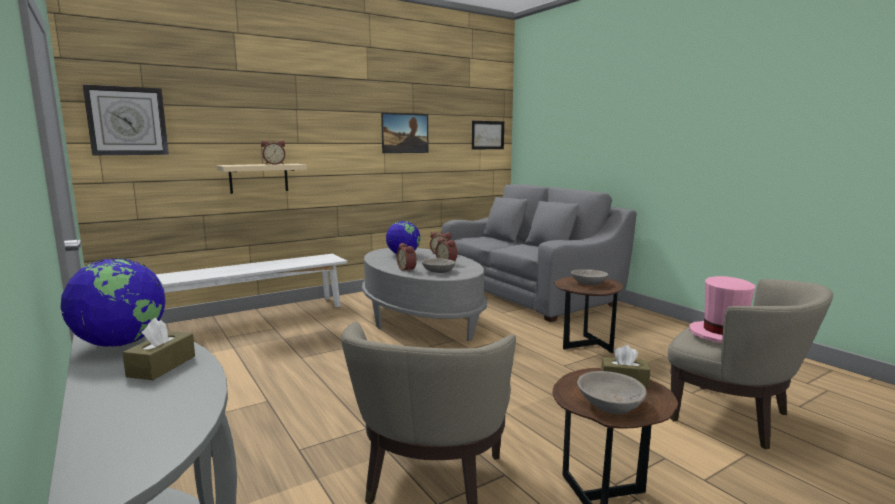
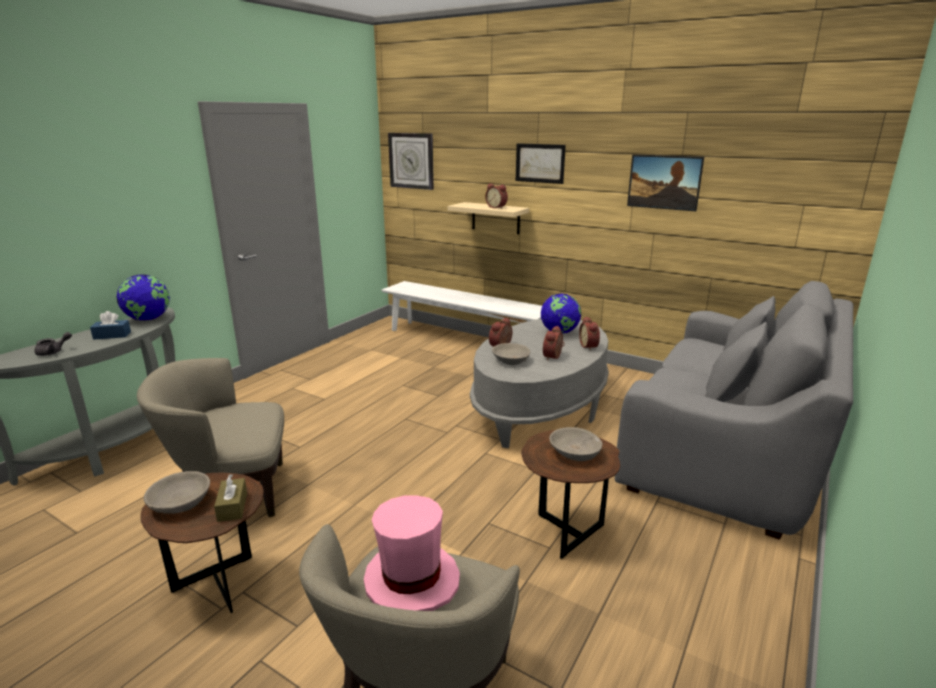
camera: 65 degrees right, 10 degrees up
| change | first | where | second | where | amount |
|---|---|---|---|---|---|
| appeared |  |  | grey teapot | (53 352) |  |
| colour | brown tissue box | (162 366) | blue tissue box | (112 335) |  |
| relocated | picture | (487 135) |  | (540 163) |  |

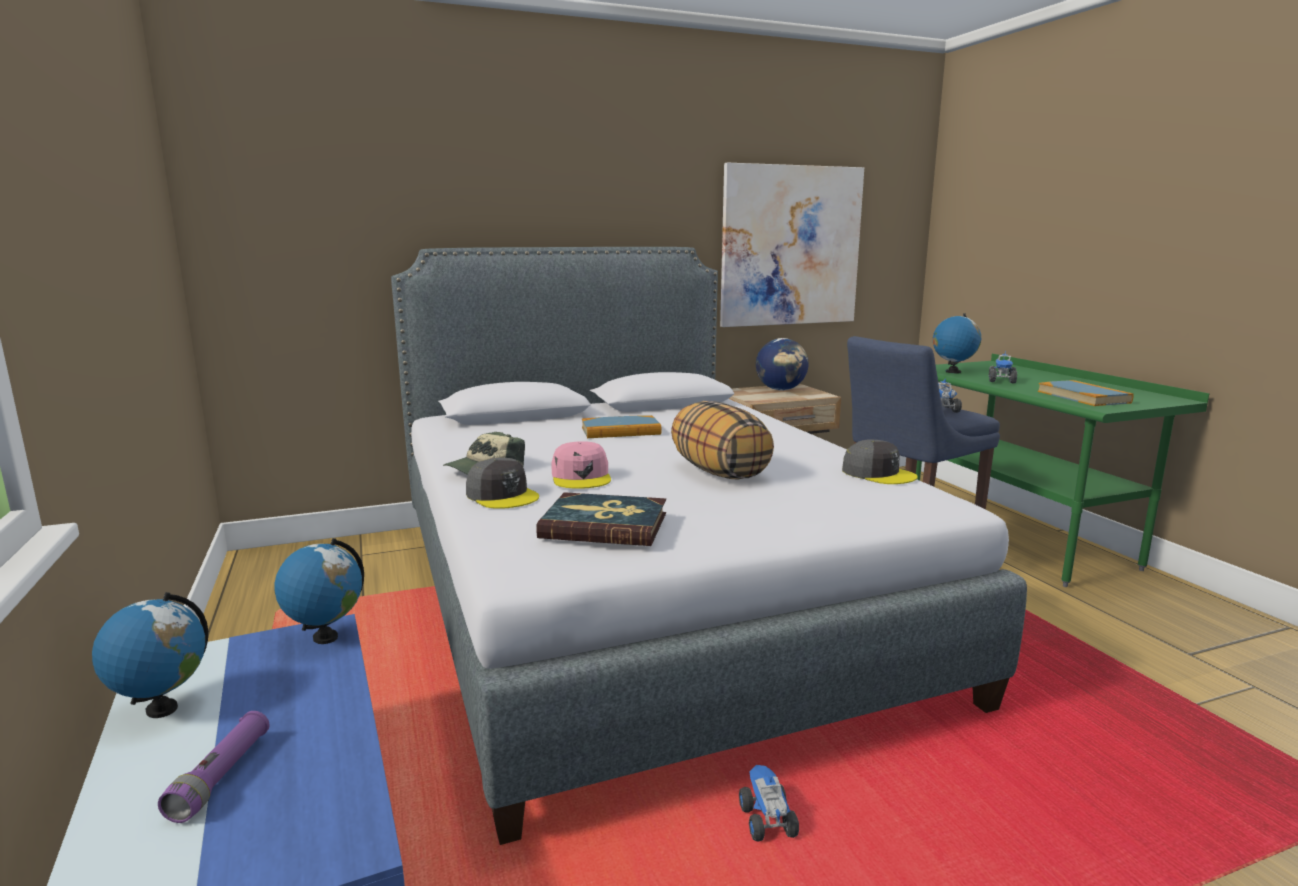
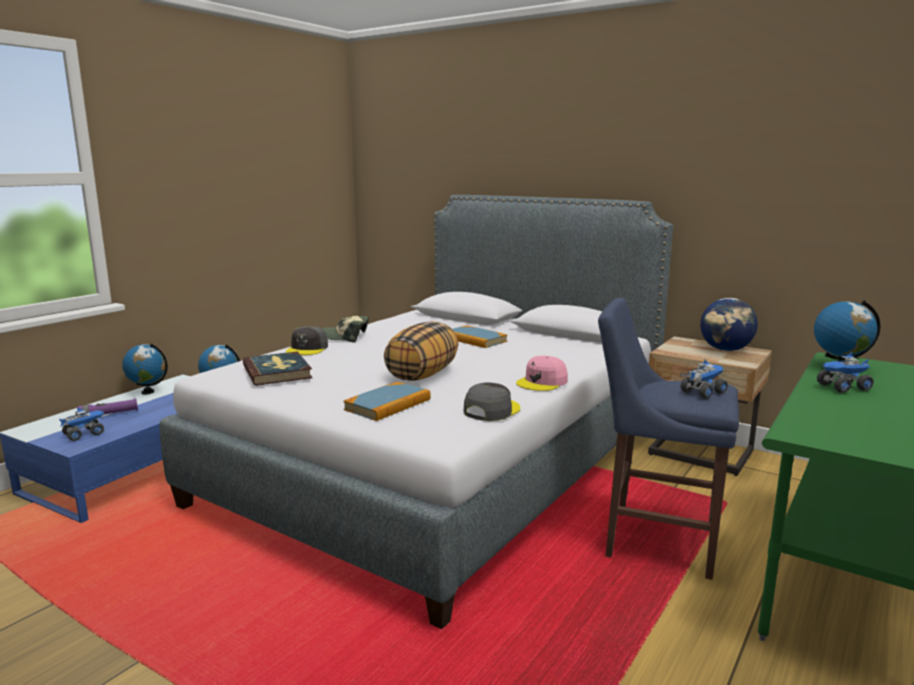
camera: 55 degrees right, 0 degrees up
| change | first | where | second | where | amount |
|---|---|---|---|---|---|
| relocated | toy truck | (766 820) |  | (84 434) |  |
| relocated | book | (1083 397) |  | (388 404) |  |
| spun | grey cap | (878 473) |  | (491 410) | 150 degrees counterclockwise |
| relocated | pink cap | (581 477) |  | (542 382) |  |
| missing | picture | (790 246) |  |  |  |

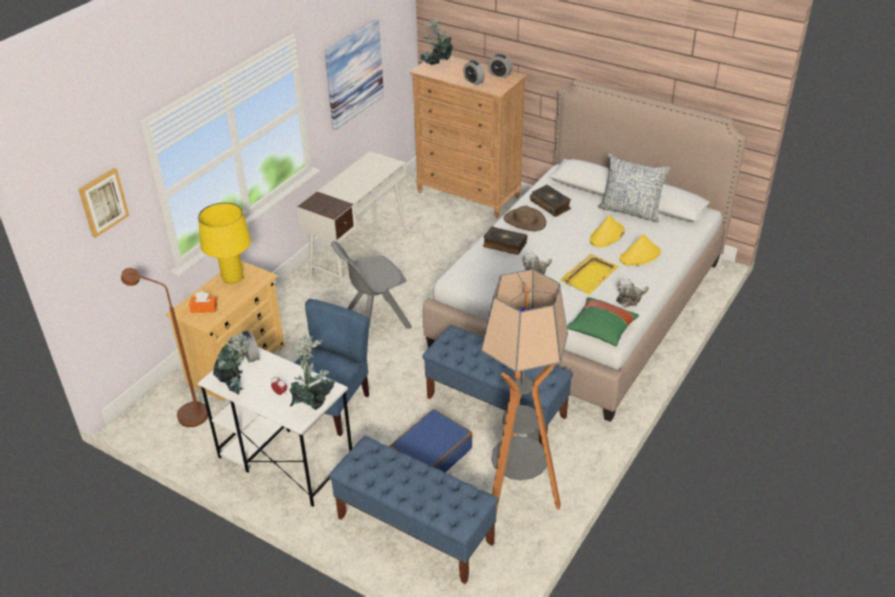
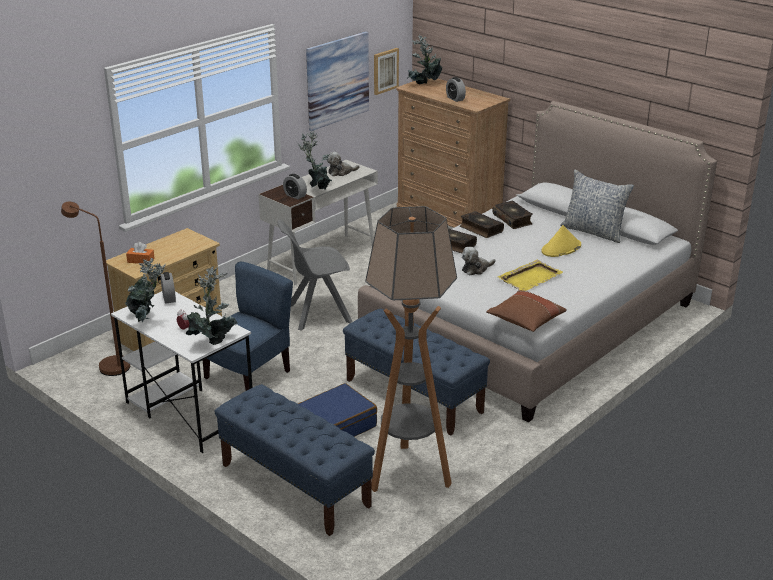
camera: 10 degrees right, 10 degrees down
| change | first | where | second | where | amount |
|---|---|---|---|---|---|
| relocated | alarm clock | (500 75) |  | (295 196) |  |
| appeared |  |  | potted plant | (317 188) |  |
| relocated | plush toy | (630 298) |  | (341 172) |  |
| relocated | picture | (103 202) |  | (385 71) |  |
| exchanged | brown hat | (524 221) | book | (480 229) |  |
| colour | green pillow | (601 330) | brown pillow | (525 321) |  |
| missing | yellow table lamp | (232 278) |  |  |  |
| missing | yellow hat | (640 256) |  |  |  |

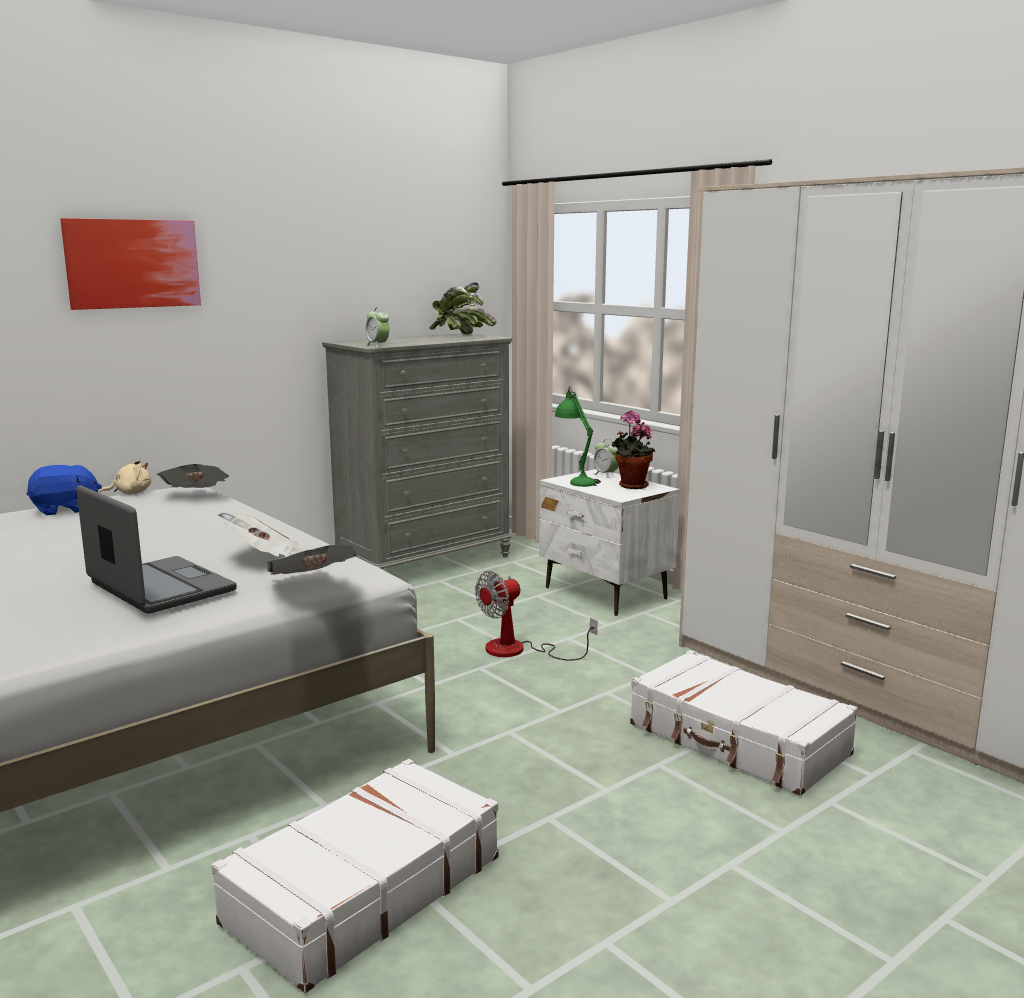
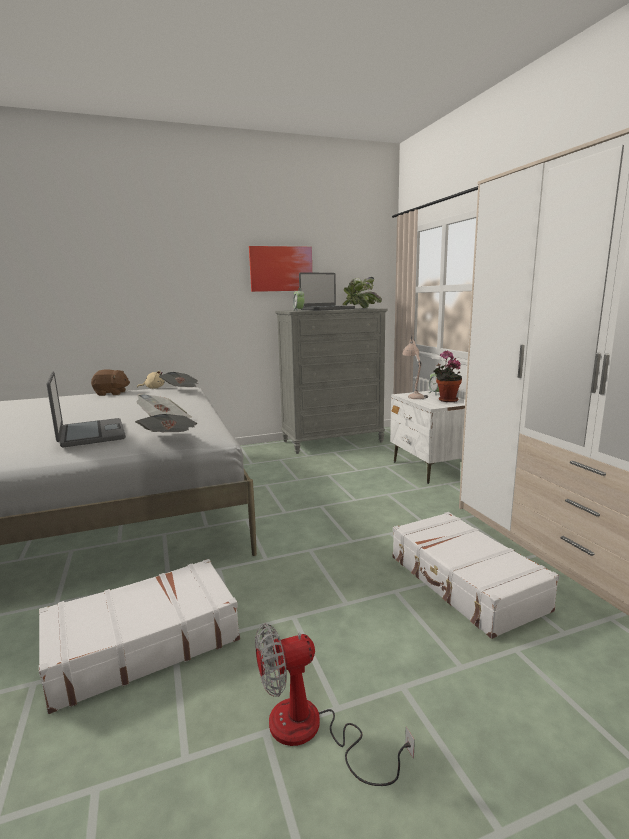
camera: 20 degrees right, 0 degrees up
| change | first | where | second | where | amount |
|---|---|---|---|---|---|
| colour | blue plush toy | (65 509) | brown plush toy | (111 393) |  |
| relocated | picture | (132 263) |  | (281 269) |  |
| relocated | fan | (519 650) |  | (311 732) |  |
| appeared |  |  | laptop | (327 309) |  |
| colour | green table lamp | (576 480) | beige table lamp | (413 395) |  |

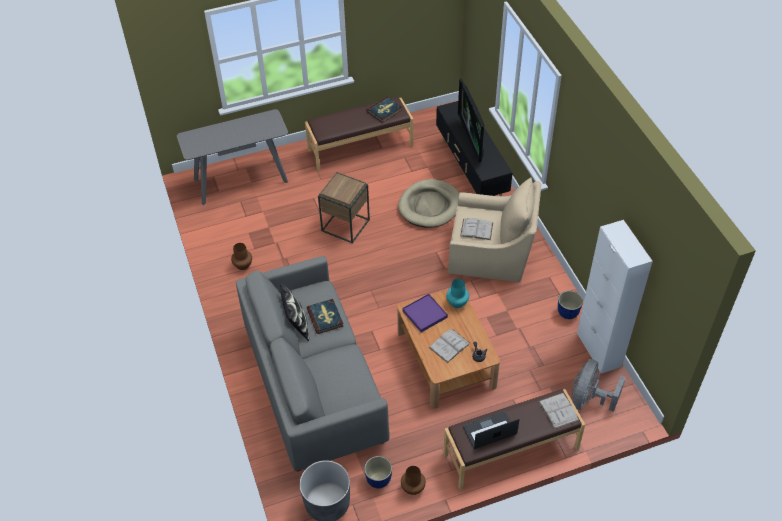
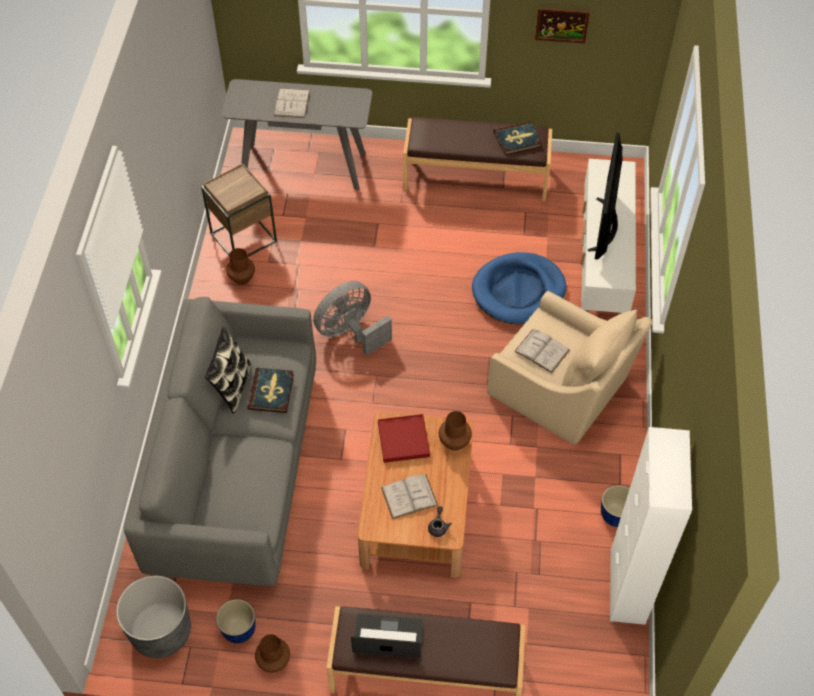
camera: 25 degrees right, 5 degrees up
| change | first | where | second | where | amount |
|---|---|---|---|---|---|
| relocated | brown side table | (345 225) |  | (243 237) |  |
| relocated | white book | (558 411) |  | (292 103) |  |
| relocated | grey fan | (588 399) |  | (350 332) |  |
| colour | purple tray | (424 314) | red tray | (403 440) |  |
| colour | turquoise vase | (456 303) | brown vase | (454 442) |  |
| colour | beige dog bed | (429 206) | blue dog bed | (518 291) |  |
| appeared |  |  | picture | (561 25) |  |
| colour | black tv stand | (471 171) | white tv stand | (602 264) |  |

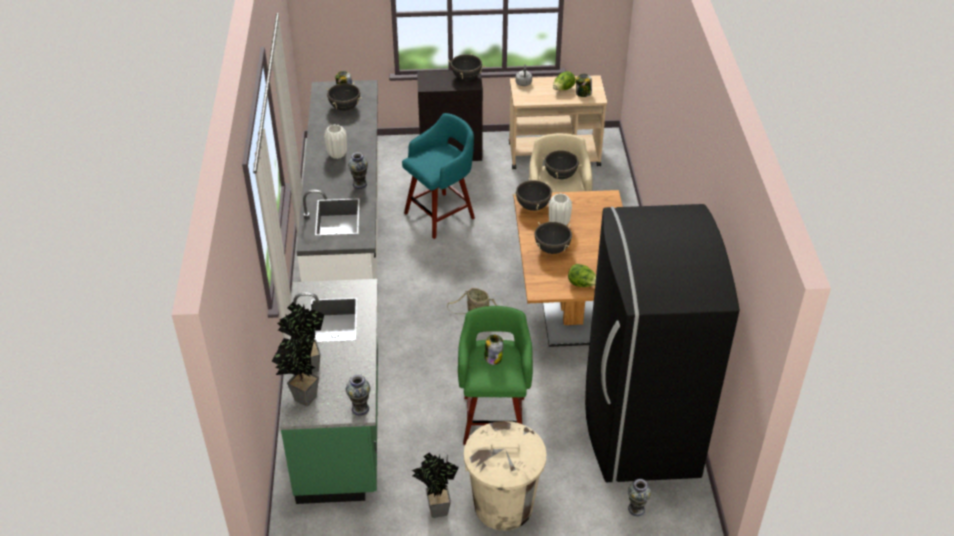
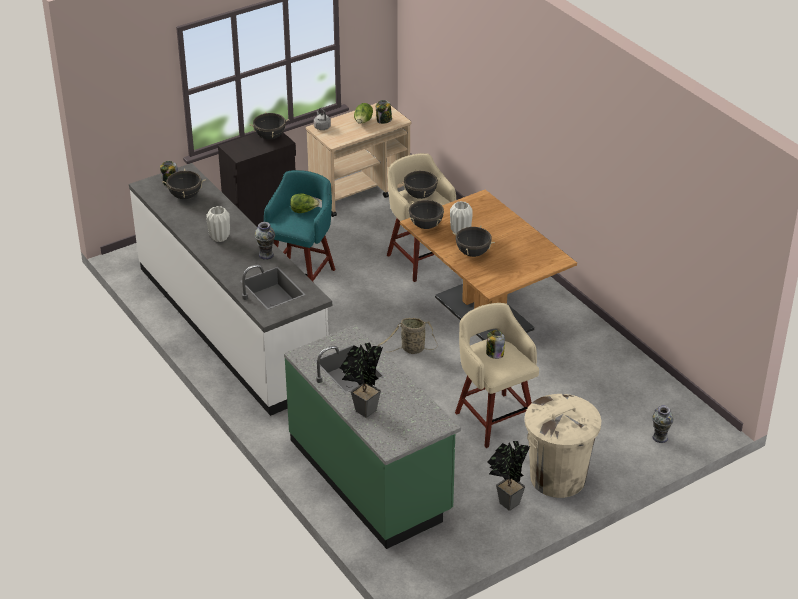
camera: 30 degrees left, 5 degrees down
| change | first | where | second | where | amount |
|---|---|---|---|---|---|
| relocated | lettuce | (582 284) |  | (303 211) |  |
| colour | green stool | (494 418) | beige stool | (494 418) |  |
| missing | potted plant | (302 399) |  |  |  |
| missing | vase | (360 408) |  |  |  |
| missing | black fridge | (639 426) |  |  |  |

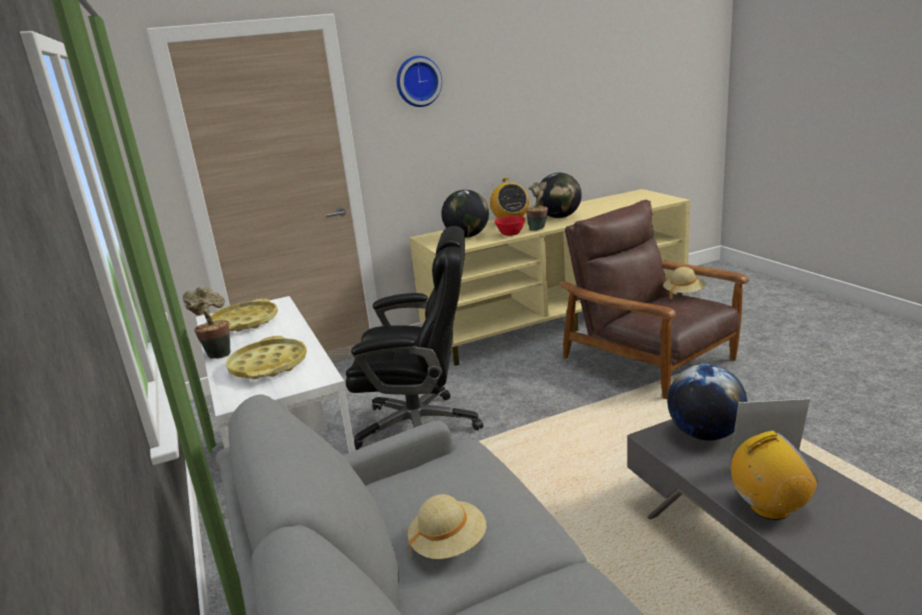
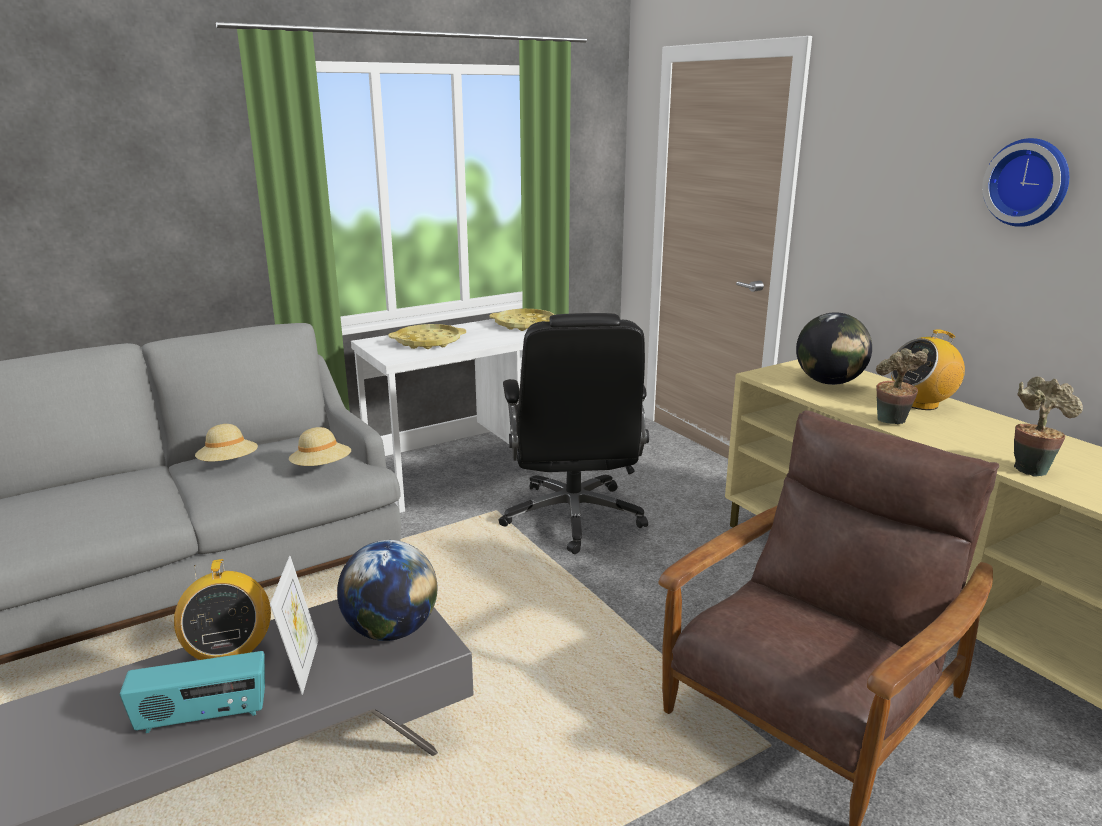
camera: 80 degrees right, 0 degrees up
| change | first | where | second | where | amount |
|---|---|---|---|---|---|
| appeared |  |  | radio | (202 717) |  |
| relocated | beige hat | (683 294) |  | (322 468) |  |
| relocated | wall clock | (417 81) |  | (1028 182) |  |
| relocated | potted plant | (217 354) |  | (1030 468) |  |
| missing | red bowl | (510 235) |  |  |  |
| missing | globe | (559 217) |  |  |  |

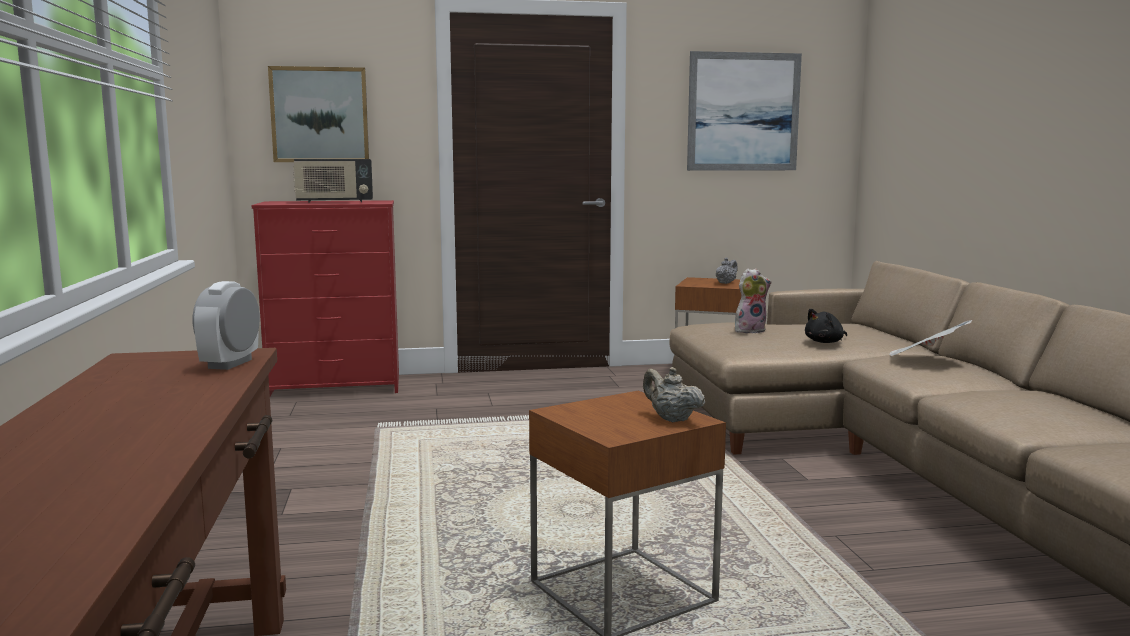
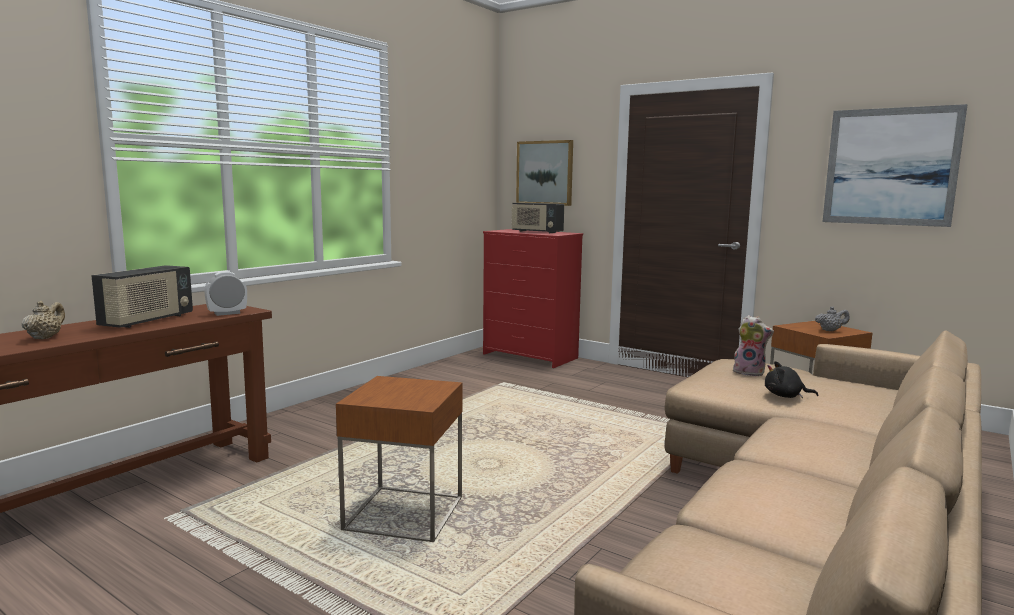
camera: 45 degrees right, 0 degrees up
| change | first | where | second | where | amount |
|---|---|---|---|---|---|
| relocated | beige teapot | (671 419) |  | (45 337) |  |
| appeared |  |  | radio | (147 321) |  |
| missing | newspaper | (925 360) |  |  |  |

